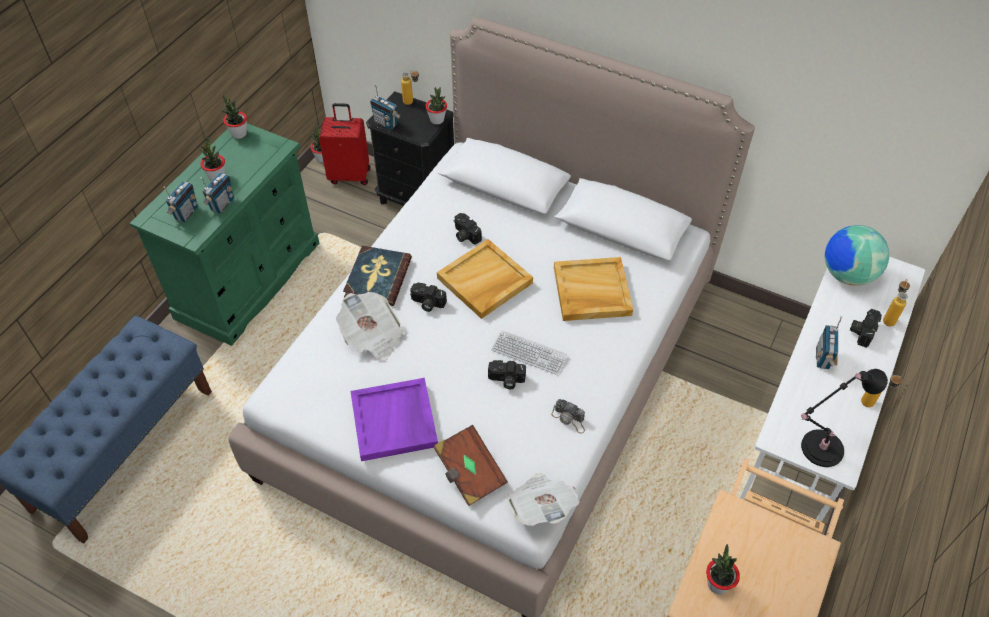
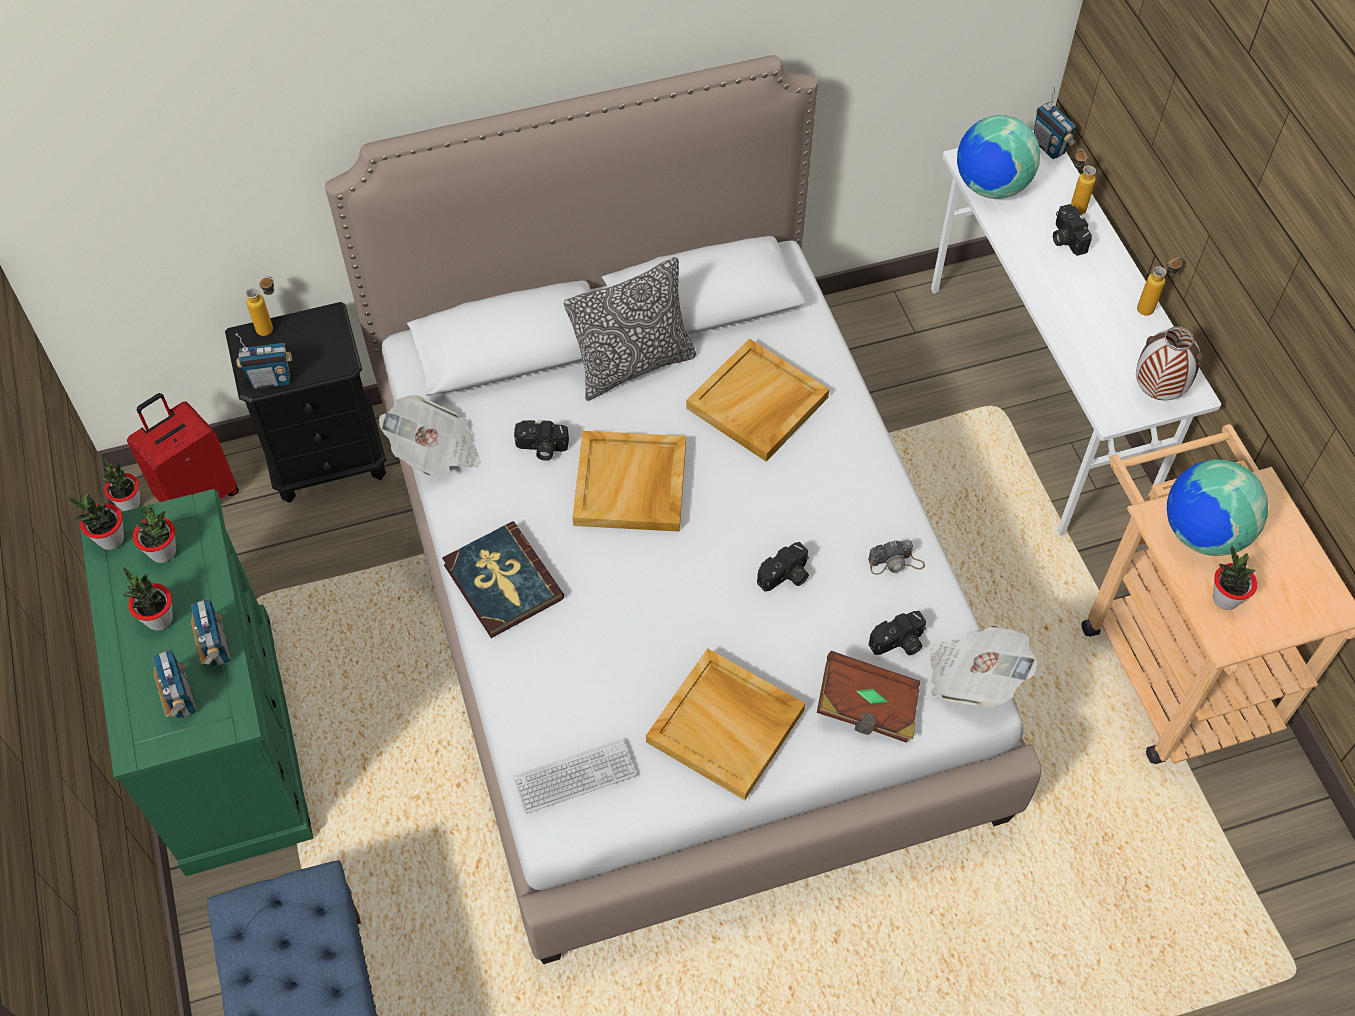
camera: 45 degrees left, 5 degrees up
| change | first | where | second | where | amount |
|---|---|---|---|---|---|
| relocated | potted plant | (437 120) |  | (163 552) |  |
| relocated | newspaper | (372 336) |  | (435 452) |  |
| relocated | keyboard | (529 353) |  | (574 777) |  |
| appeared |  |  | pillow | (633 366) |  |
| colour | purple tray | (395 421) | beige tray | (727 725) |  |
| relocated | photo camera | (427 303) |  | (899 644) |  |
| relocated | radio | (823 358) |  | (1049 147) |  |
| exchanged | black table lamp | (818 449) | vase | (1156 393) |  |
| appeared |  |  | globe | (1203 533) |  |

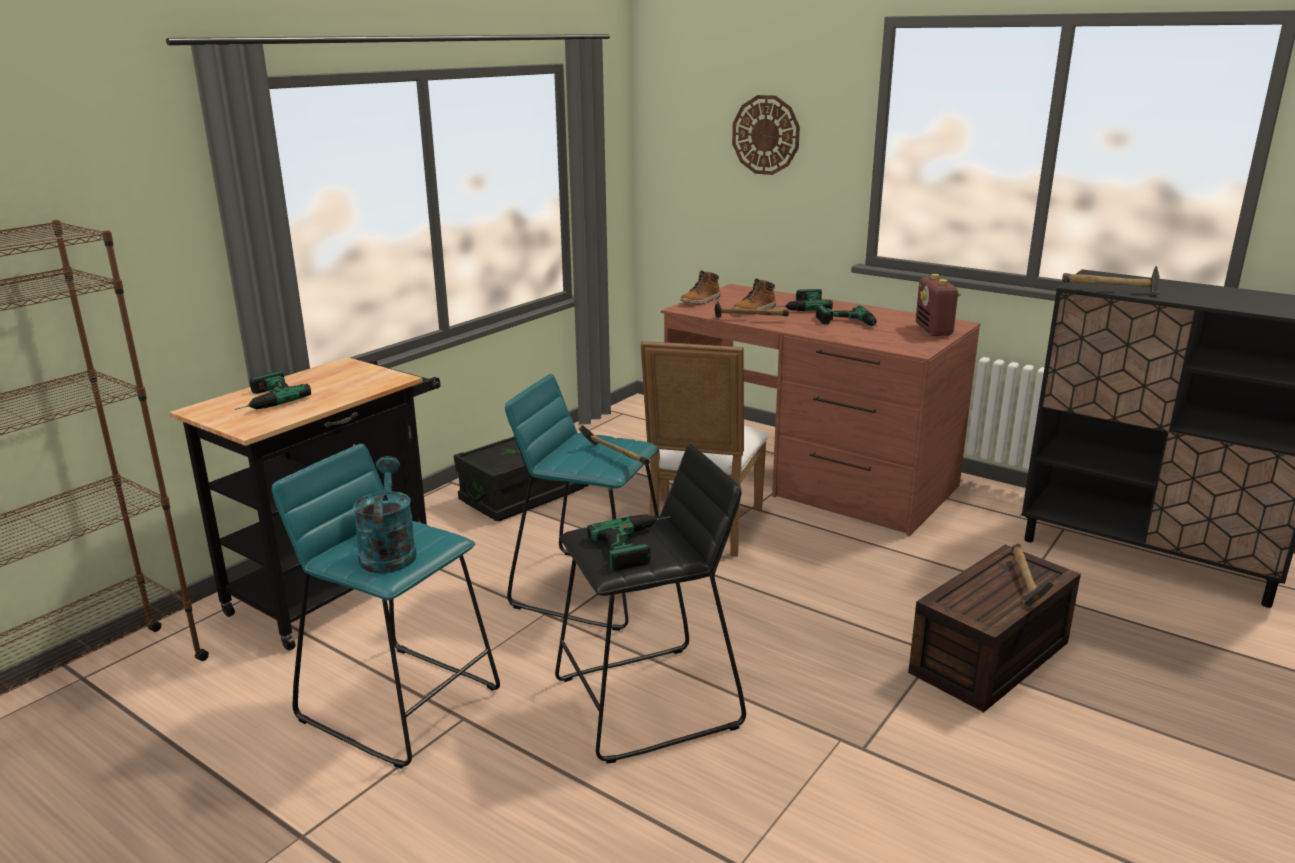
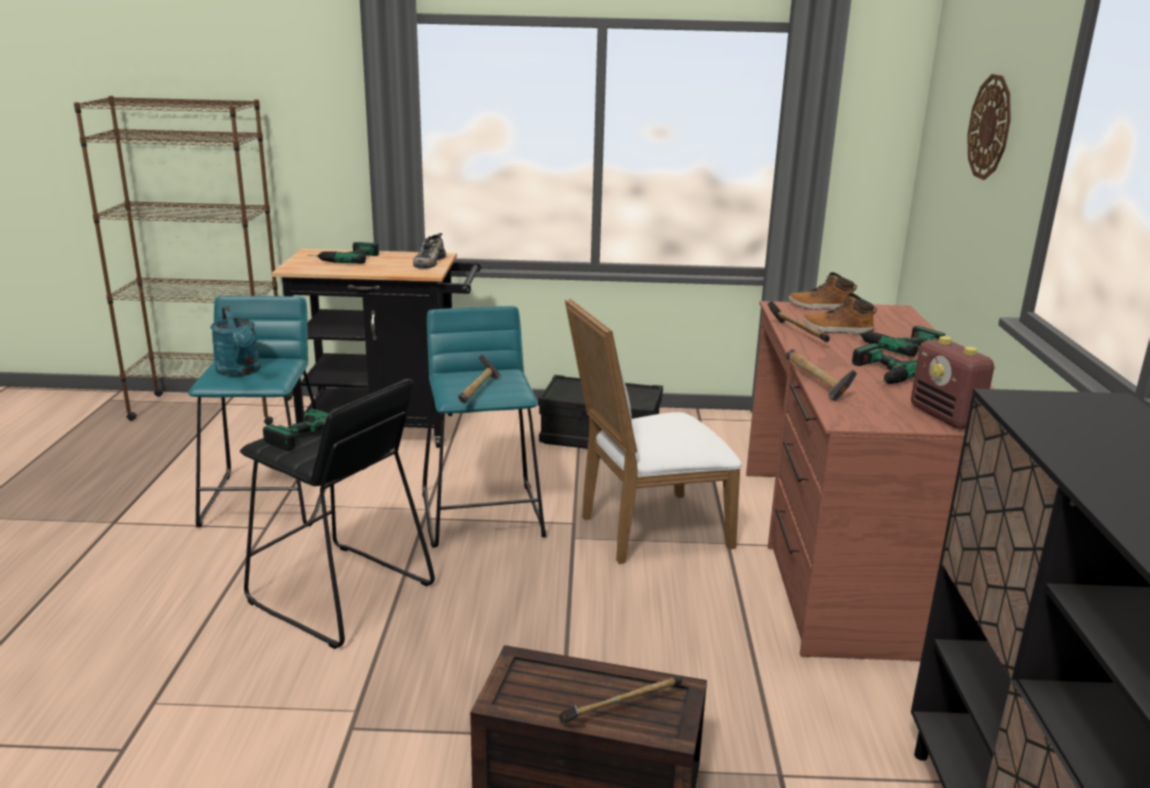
camera: 55 degrees right, 0 degrees up
| change | first | where | second | where | amount |
|---|---|---|---|---|---|
| spun | turquoise watering can | (388 551) |  | (240 371) | 105 degrees clockwise |
| appeared |  |  | shoe | (428 261) |  |
| relocated | hammer | (1111 291) |  | (815 383) |  |
| spun | radio | (934 330) |  | (945 417) | 75 degrees counterclockwise |

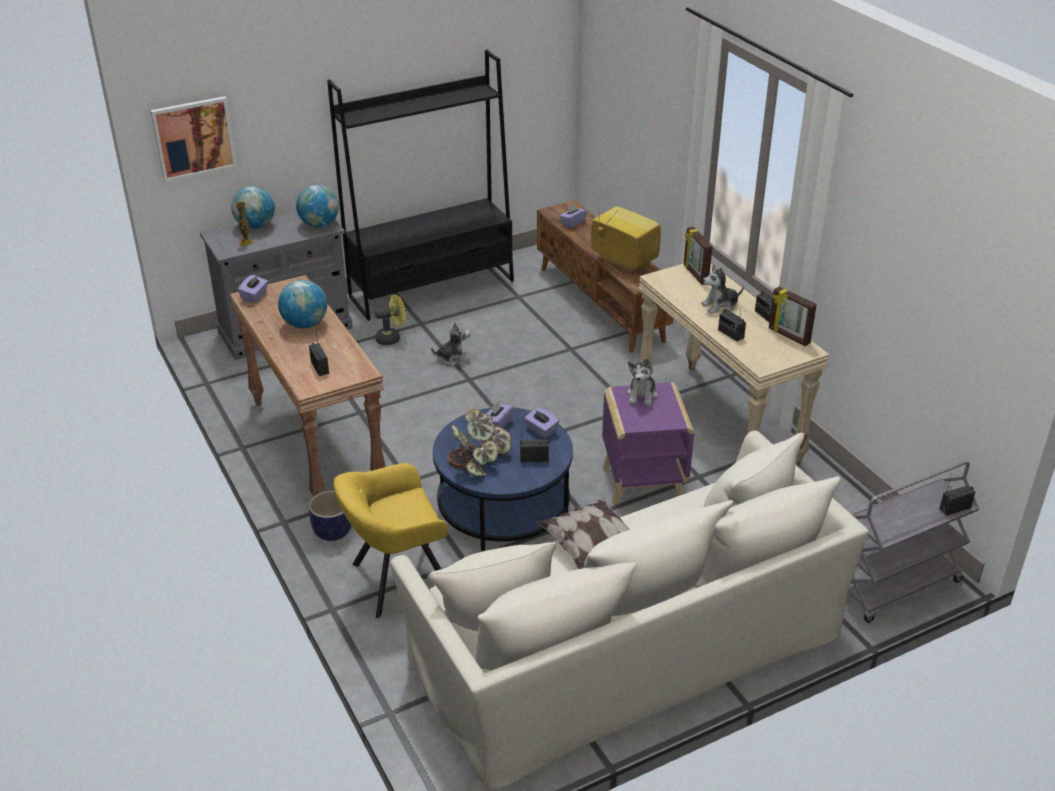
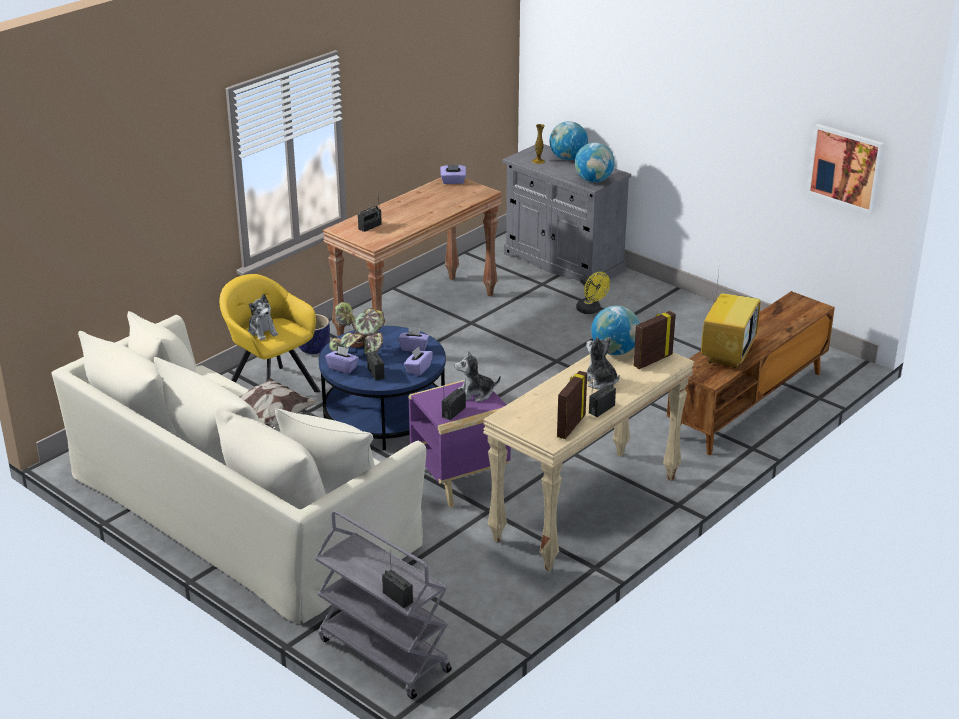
camera: 70 degrees right, 5 degrees down
| change | first | where | second | where | amount |
|---|---|---|---|---|---|
| relocated | plush toy | (452 358) |  | (262 331) |  |
| relocated | purple tissue box | (573 223) |  | (342 368) |  |
| relocated | radio | (730 334) |  | (453 412) |  |
| relocated | globe | (305 324) |  | (615 351) |  |
| relocated | picture | (194 138) |  | (845 168) |  |
| missing | black bookcase | (432 288) |  |  |  |

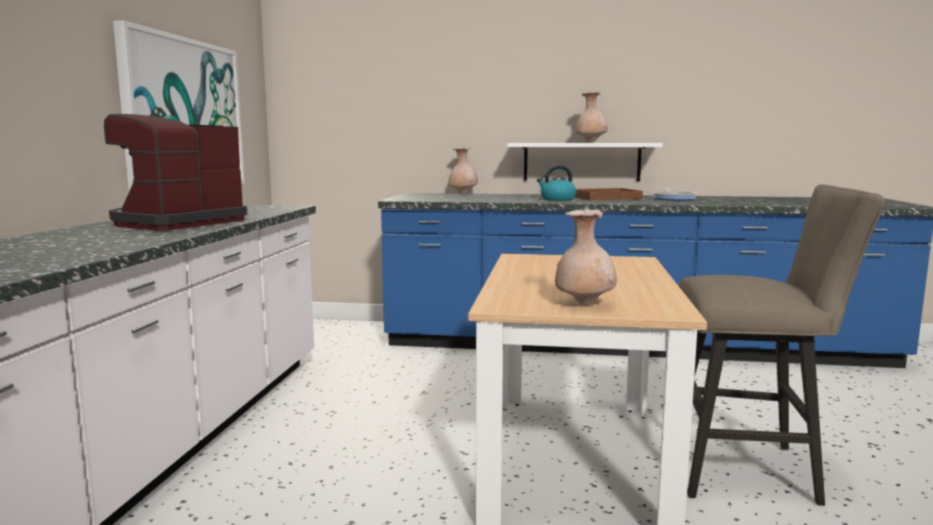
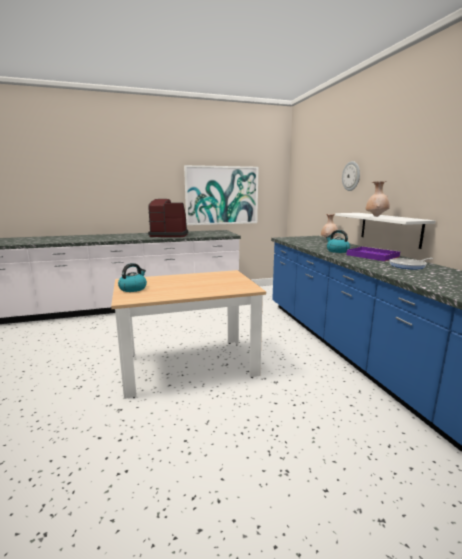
camera: 65 degrees right, 5 degrees up
| change | first | where | second | where | amount |
|---|---|---|---|---|---|
| exchanged | beige vase | (584 304) | kettle | (133 288) |  |
| appeared |  |  | wall clock | (351 176) |  |
| colour | brown tray | (604 198) | purple tray | (371 255) |  |
| missing | beige stool | (753 470) |  |  |  |

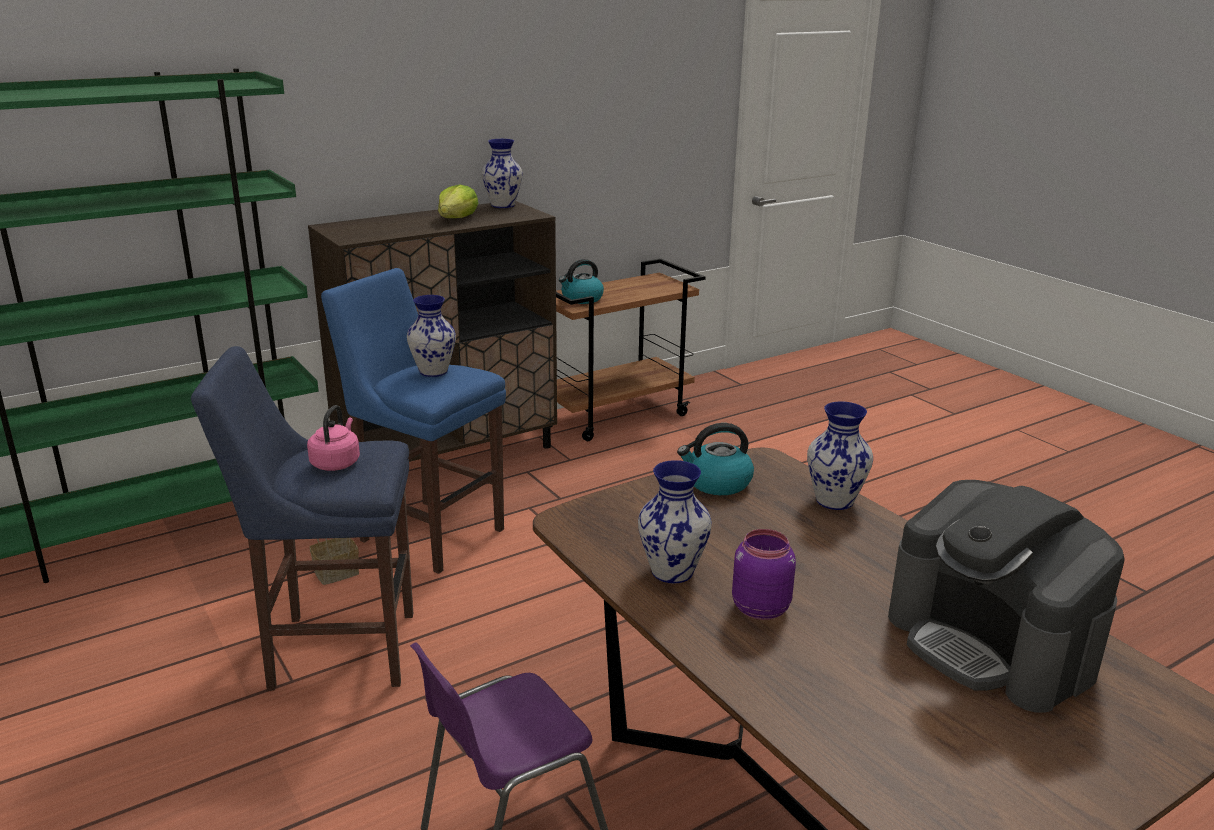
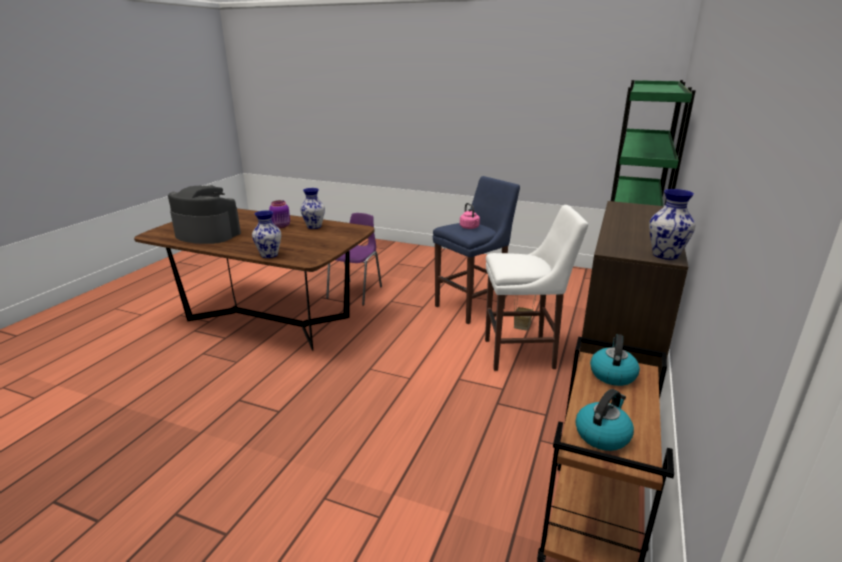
camera: 145 degrees right, 0 degrees up
| change | first | where | second | where | amount |
|---|---|---|---|---|---|
| colour | blue stool | (427 532) | white stool | (523 354) |  |
| relocated | kettle | (717 483) |  | (602 434) |  |
| missing | vase | (432 371) |  |  |  |
| missing | lettuce | (457 219) |  |  |  |

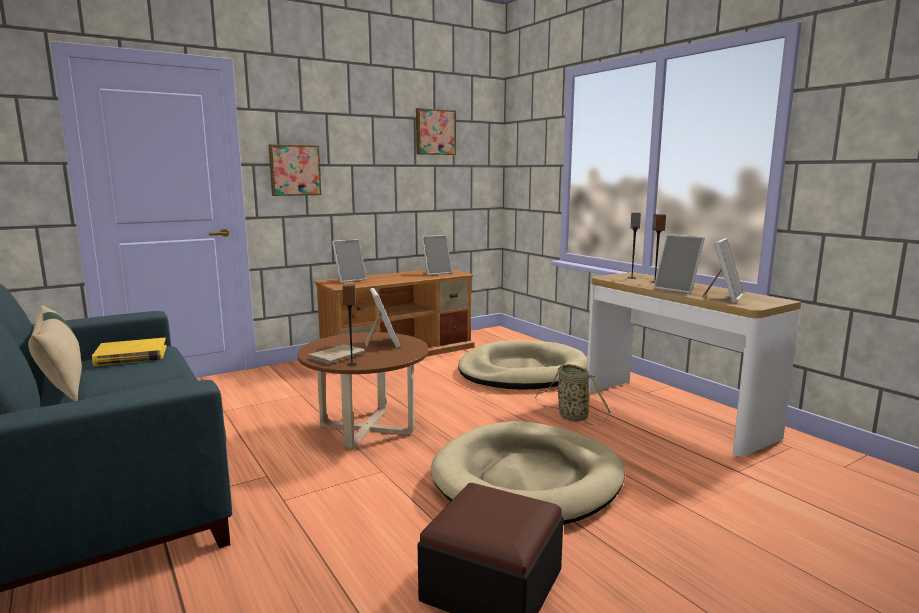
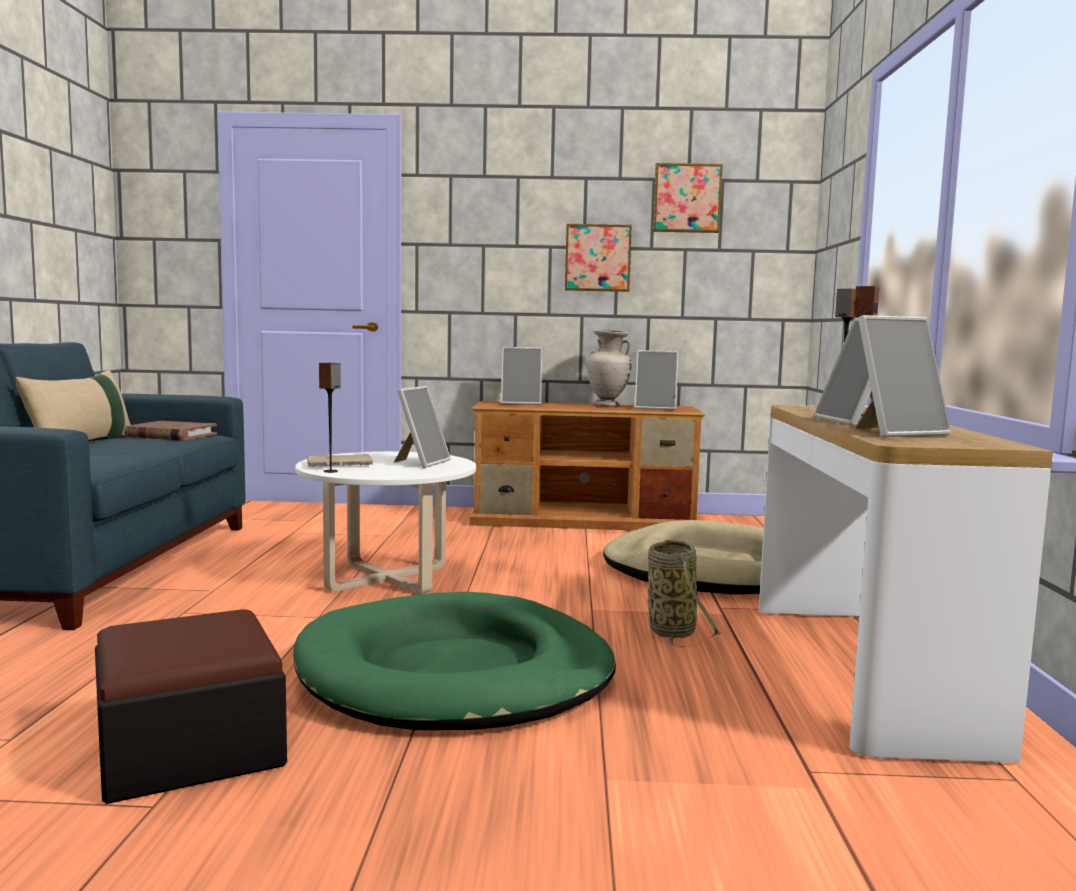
camera: 35 degrees right, 5 degrees down
| change | first | where | second | where | amount |
|---|---|---|---|---|---|
| colour | yellow book | (131 356) | brown book | (171 435) |  |
| colour | beige dog bed | (528 479) | green dog bed | (455 673) |  |
| colour | brown coffee table | (366 429) | white coffee table | (387 578) |  |
| relocated | picture | (294 170) |  | (597 258) |  |
| appeared |  |  | beige vase | (607 405) |  |

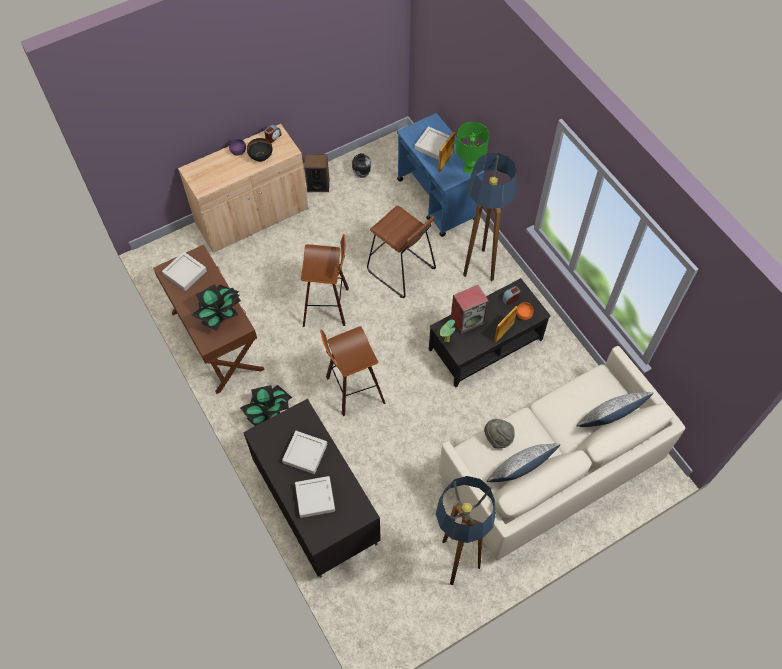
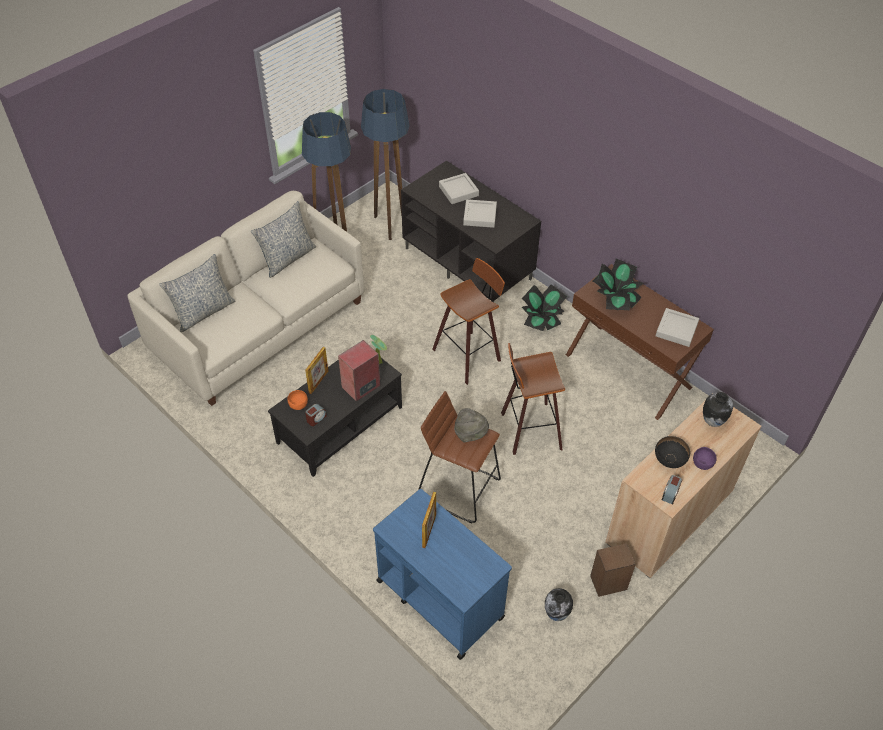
camera: 165 degrees right, 10 degrees down
| change | first | where | second | where | amount |
|---|---|---|---|---|---|
| relocated | floor lamp | (480 265) |  | (389 227) |  |
| relocated | grey hat | (498 438) |  | (470 434) |  |
| appeared |  |  | vase | (712 421) |  |
| missing | grey tray | (433 145) |  |  |  |
| missing | green table lamp | (469 169) |  |  |  |

